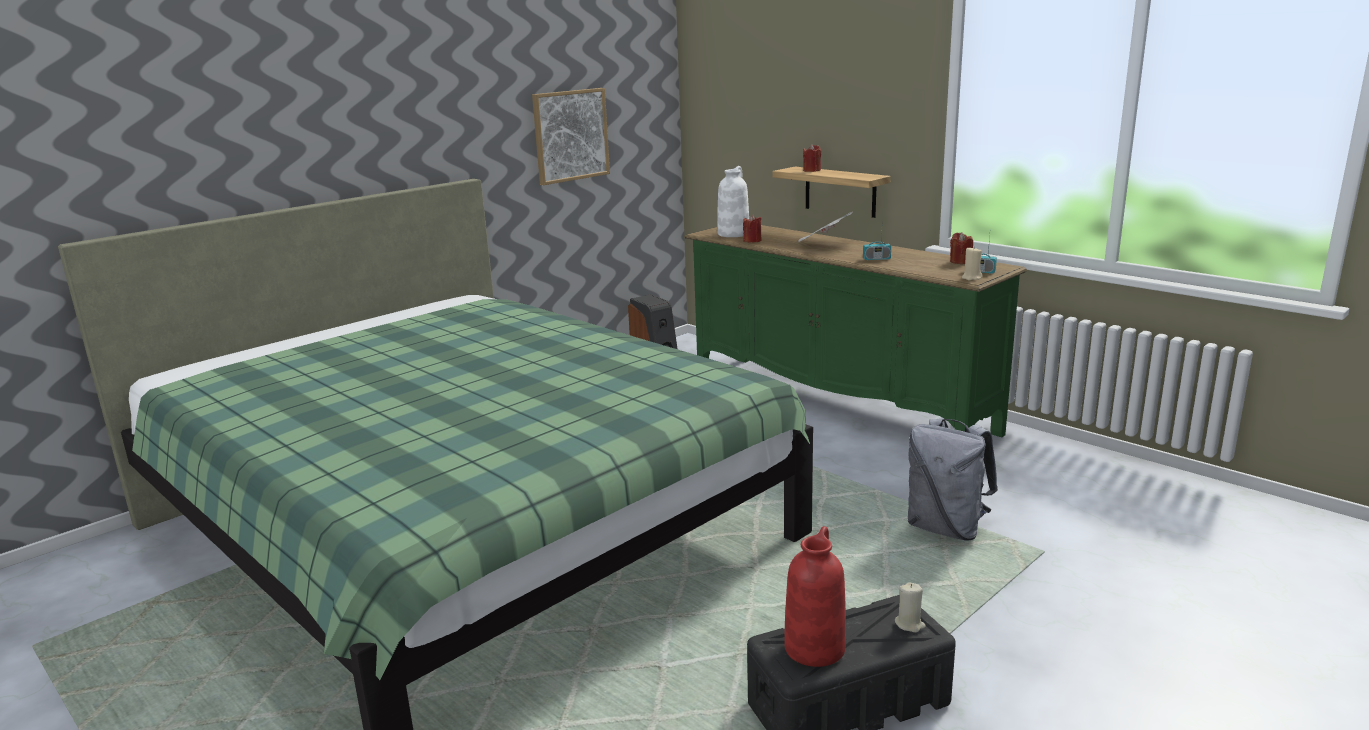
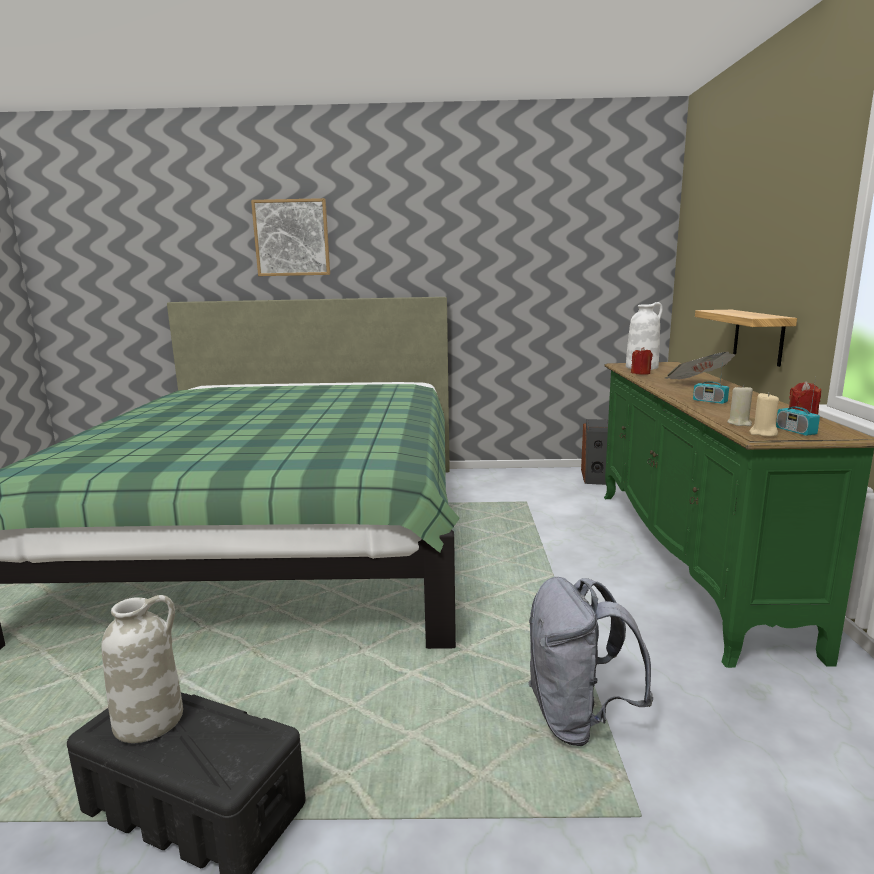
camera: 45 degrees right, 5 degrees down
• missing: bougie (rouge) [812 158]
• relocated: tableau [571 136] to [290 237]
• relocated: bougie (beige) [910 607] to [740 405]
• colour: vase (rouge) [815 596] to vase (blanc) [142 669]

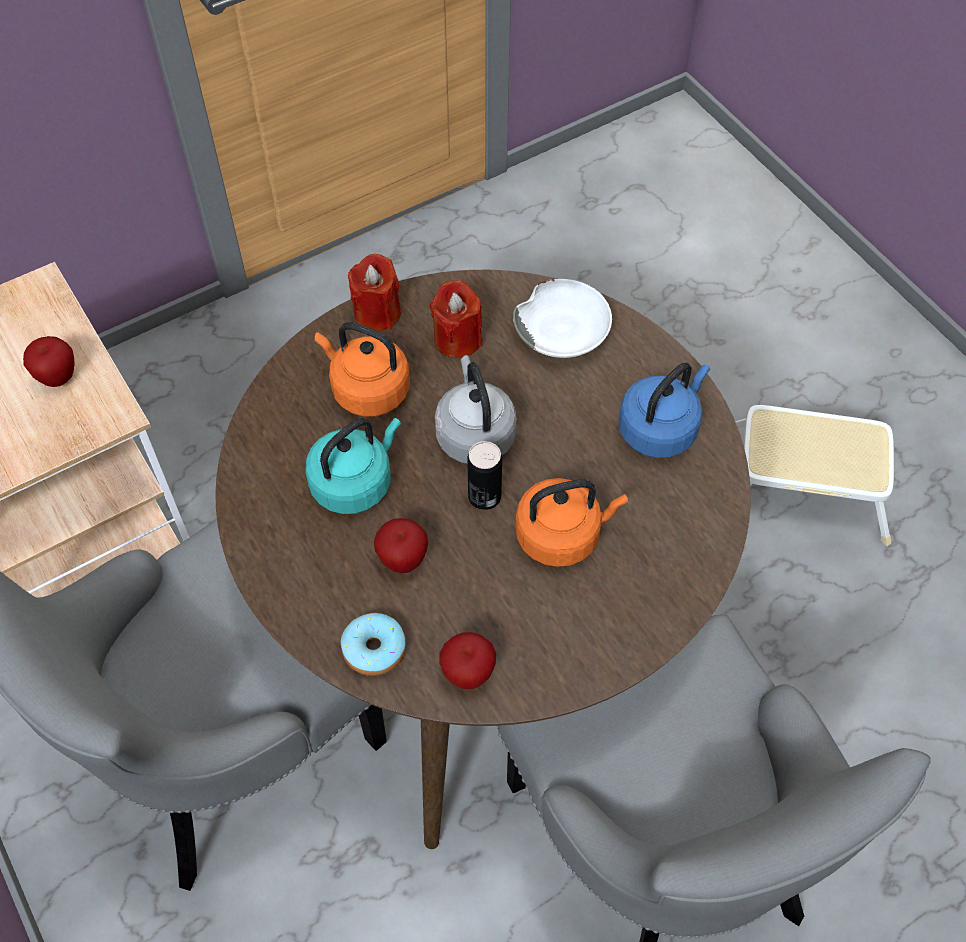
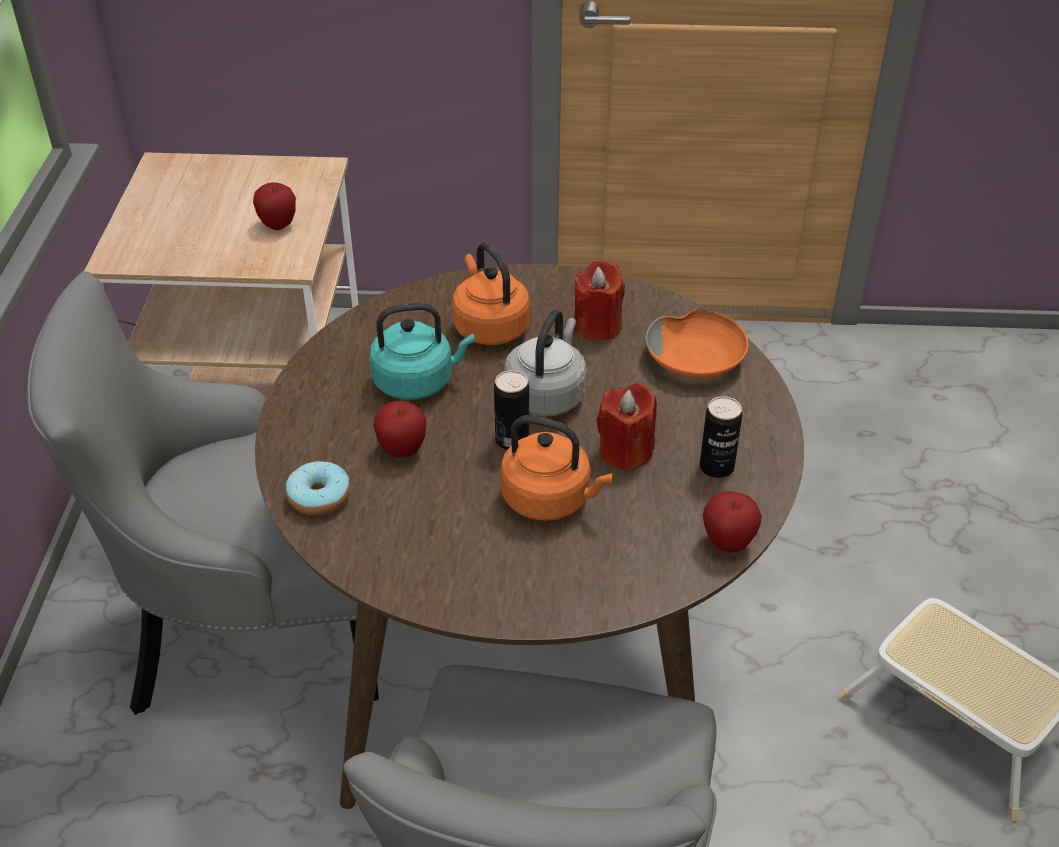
camera: 35 degrees right, 15 degrees down
• relocated: bougie (rouge) [374 292] to [627 427]
• relocated: pomme [467 660] to [732 522]
• exchanged: bouilloire (bleu) [664 410] to boîte métallique [721 437]
• colour: bol (blanc) [562 318] to bol (orange) [697 343]

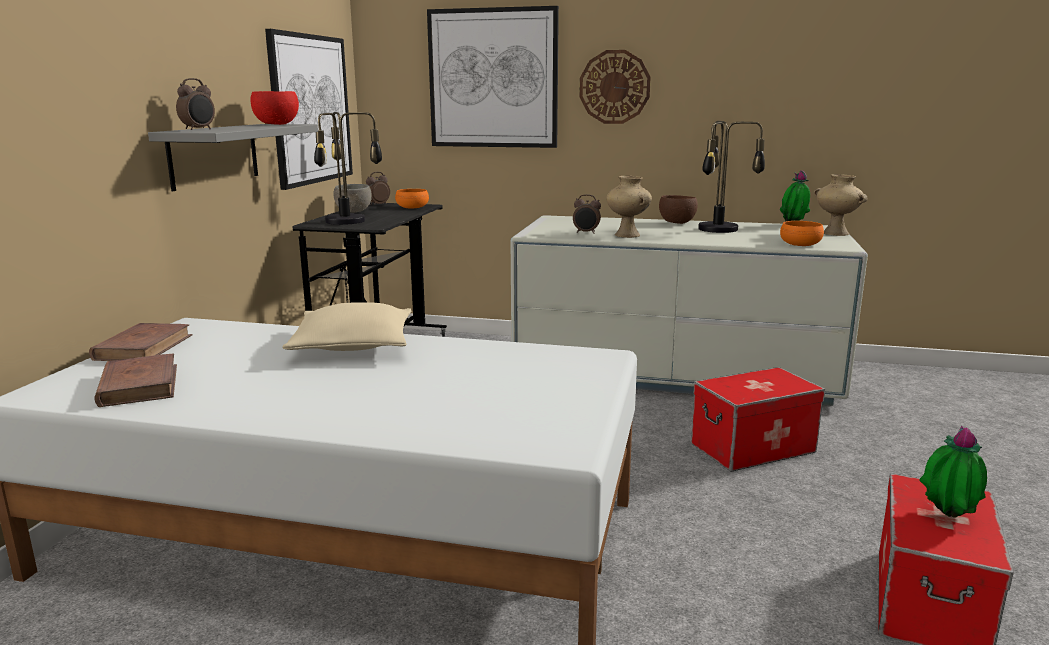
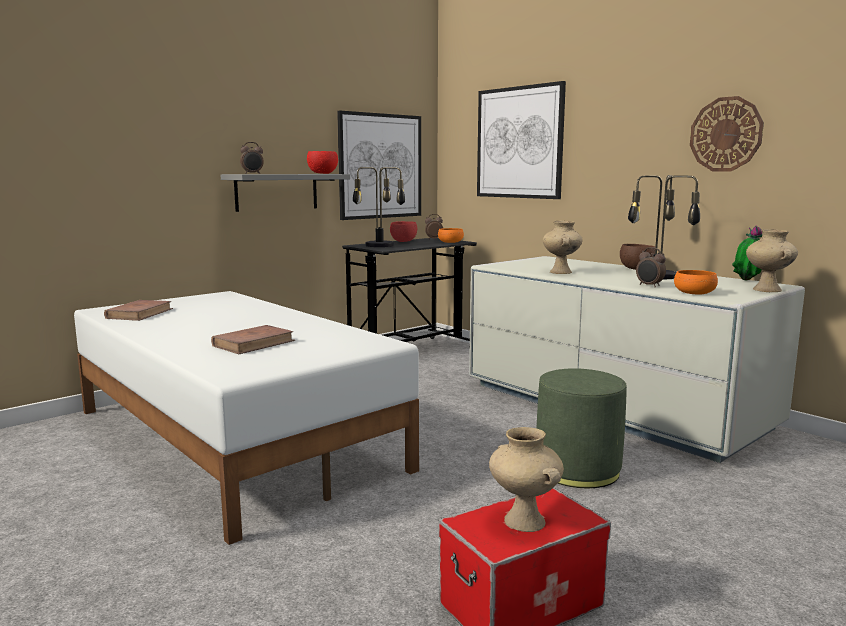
camera: 35 degrees right, 5 degrees down
• missing: coussin (beige) [346 326]
• relocated: livre (marron) [141 342] to [253 339]
• relocated: réveil [587 214] to [651 267]
• relocated: horloge murale [615 87] to [727 133]
• exchanged: boîte de rangement [758 419] to pouf (vert) [582 428]
• exchanged: plante en pot [953 472] to vase (beige) [526 479]
• colour: bol (gris) [352 198] to bol (rouge) [403 231]

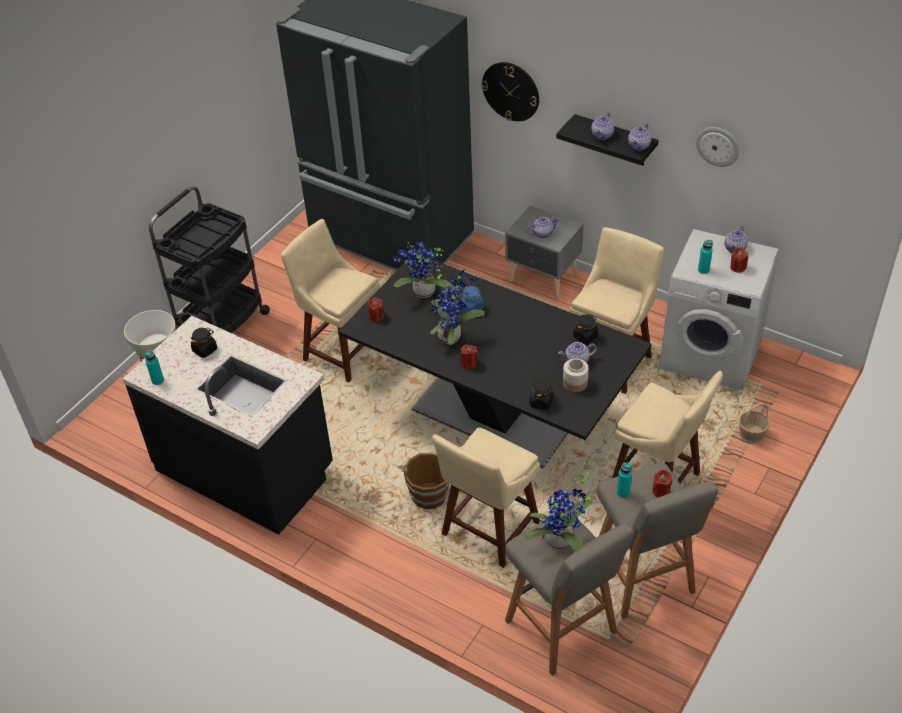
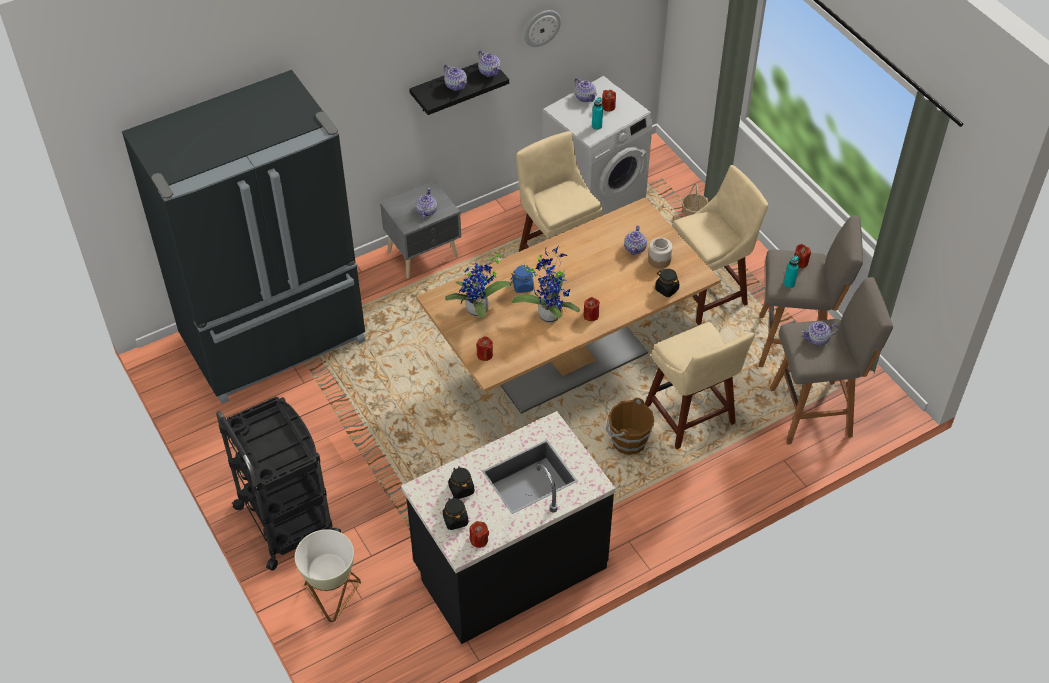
camera: 65 degrees left, 5 degrees up
• missing: chaise (beige) [330 300]
• missing: horloge murale [510 91]
• relocated: bocal (noir) [585 329] to [456 513]
• exchanged: bouteille (turquoise) [154 367] to bougie (rouge) [479 534]
• exchanged: plante en pot [558 510] to théière [819 333]
• colour: table à manger (noir) [495 363] to table à manger (beige) [568 306]

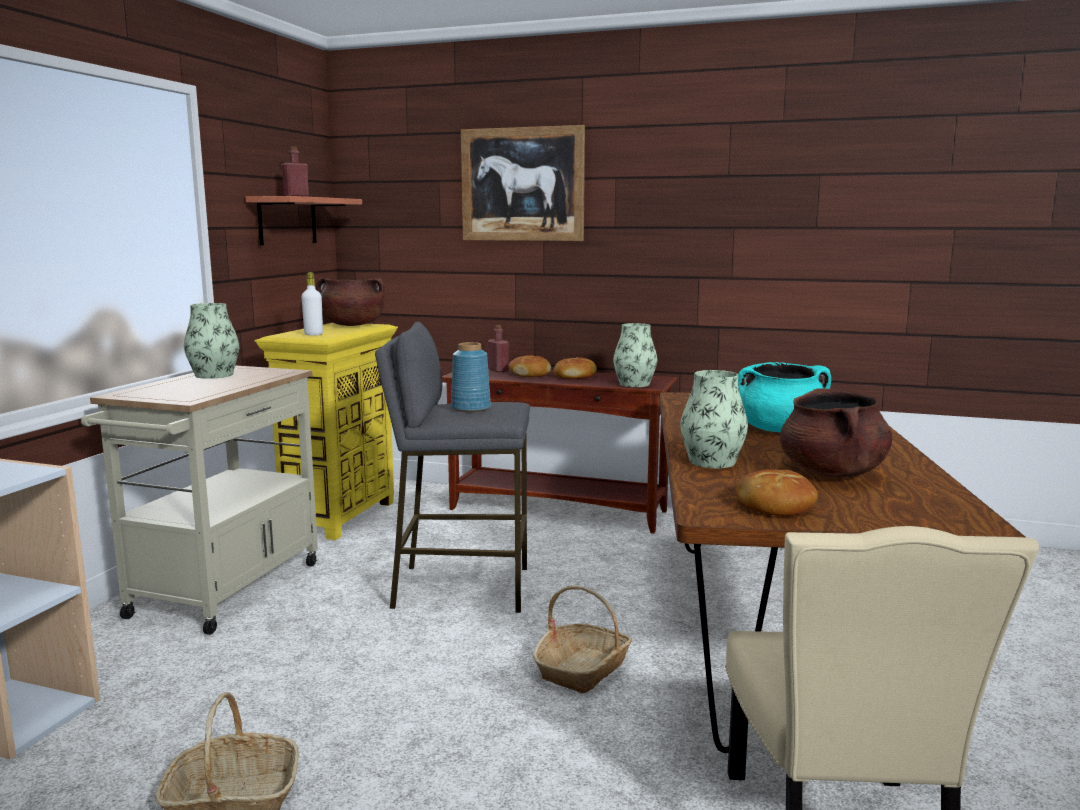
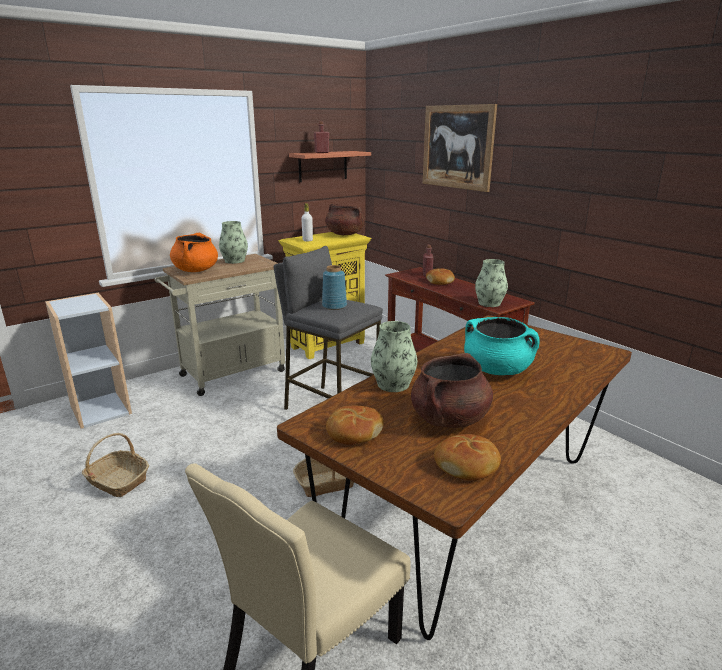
camera: 35 degrees right, 10 degrees up
• appeared: marmite (orange) [194 252]
• relocated: pain [575 368] to [467 457]

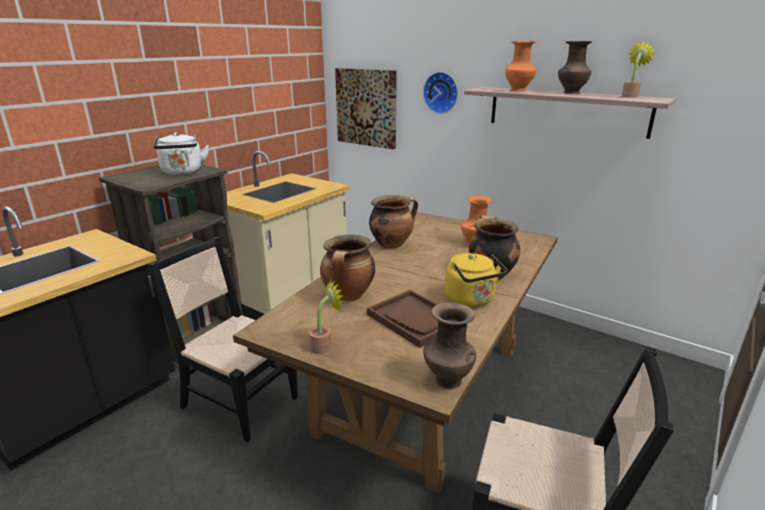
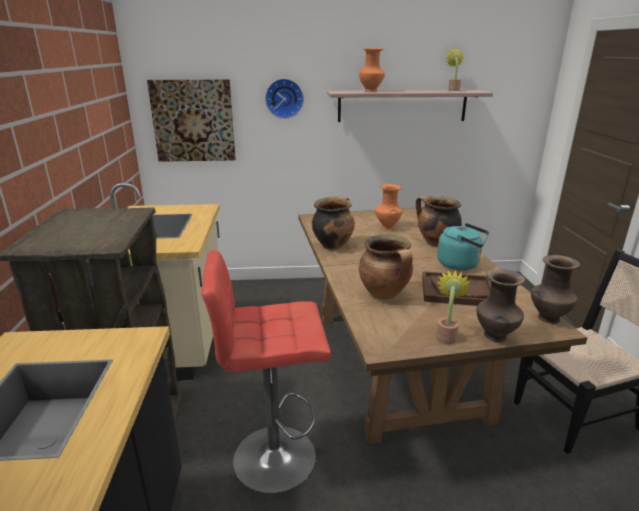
camera: 40 degrees left, 0 degrees up
• missing: bouilloire (blanc) [181 153]
• relocated: vase (marron) [575 67] to [500 305]
• exchanged: chaise [223 339] to tabouret (rouge) [266 371]
• colour: bouilloire (jaune) [476 280] to bouilloire (turquoise) [463 246]

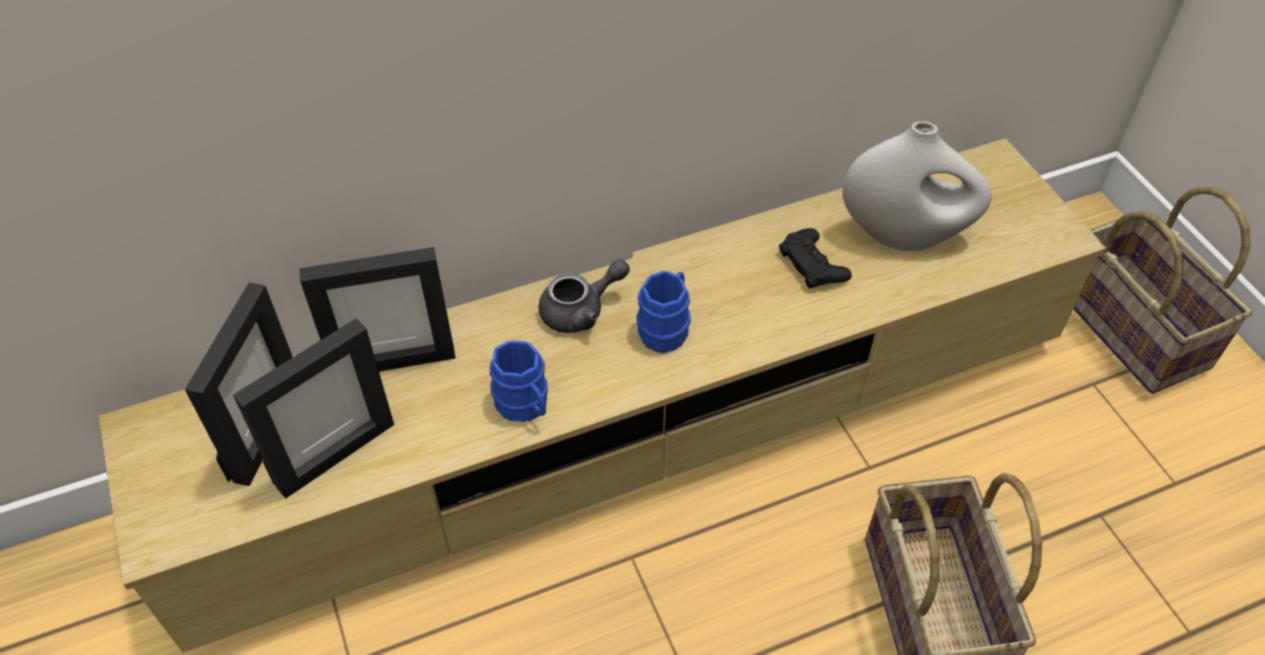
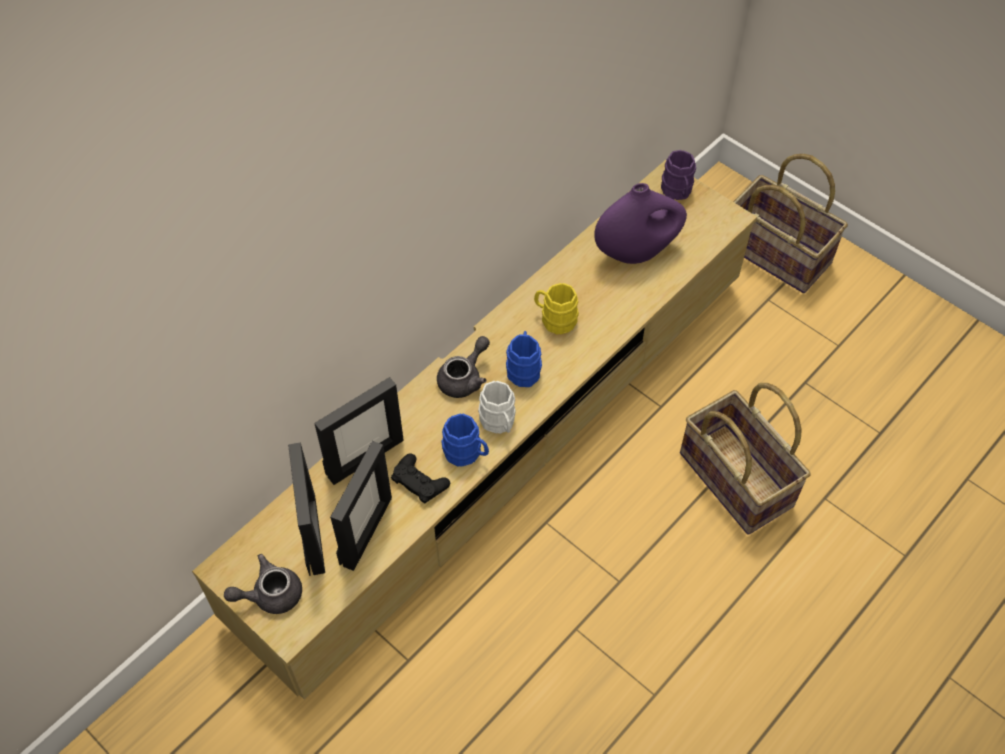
camera: 25 degrees left, 5 degrees up
• appeared: théière (gris) [263 584]
• appeared: mug (blanc) [497 407]
• appeared: mug (jaune) [556 309]
• appeared: mug (violet) [678 175]
• relocated: manette (noir) [815 258] to [420 478]
• colour: vase (blanc) [917 186] to vase (violet) [640 223]

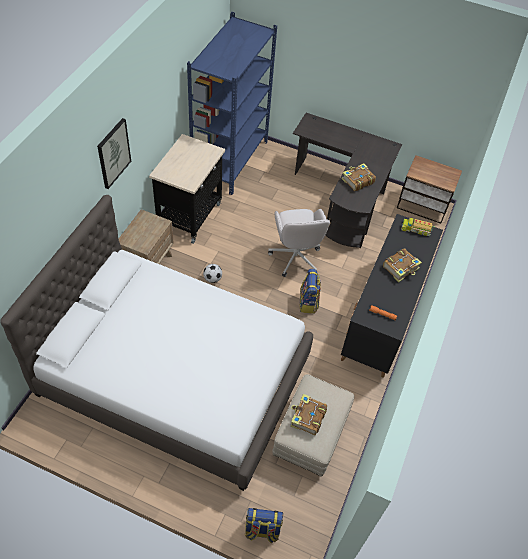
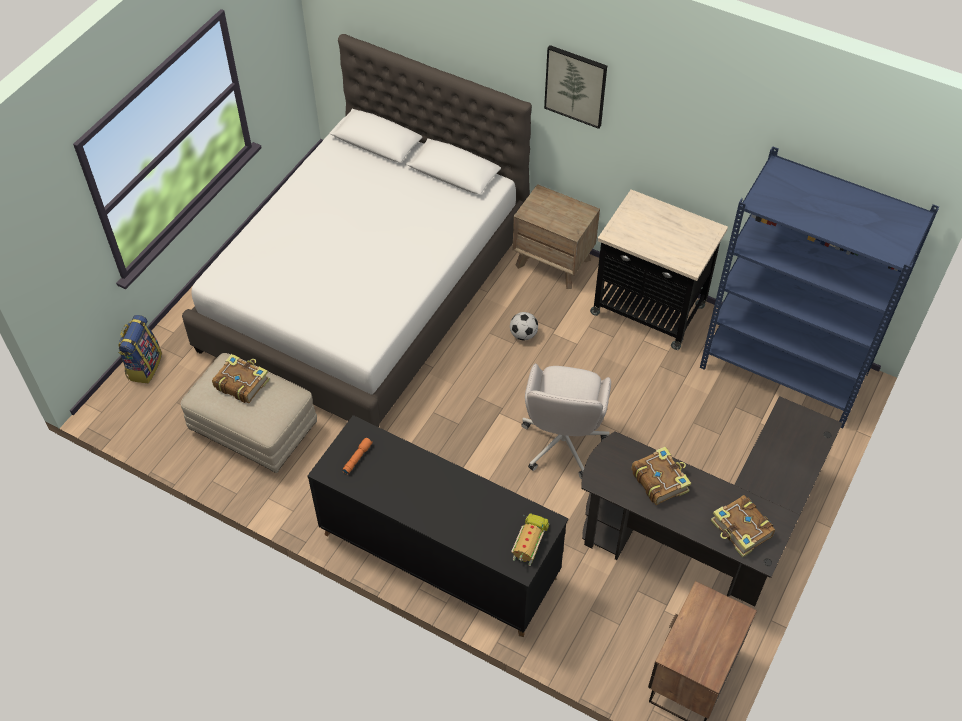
camera: 100 degrees right, 0 degrees up
• missing: sac à dos [310 291]
• relocated: livre [402 265] to [743 526]
• spun: chaise de bureau (blanc) [299 243] = [566 421] 75 degrees counterclockwise

